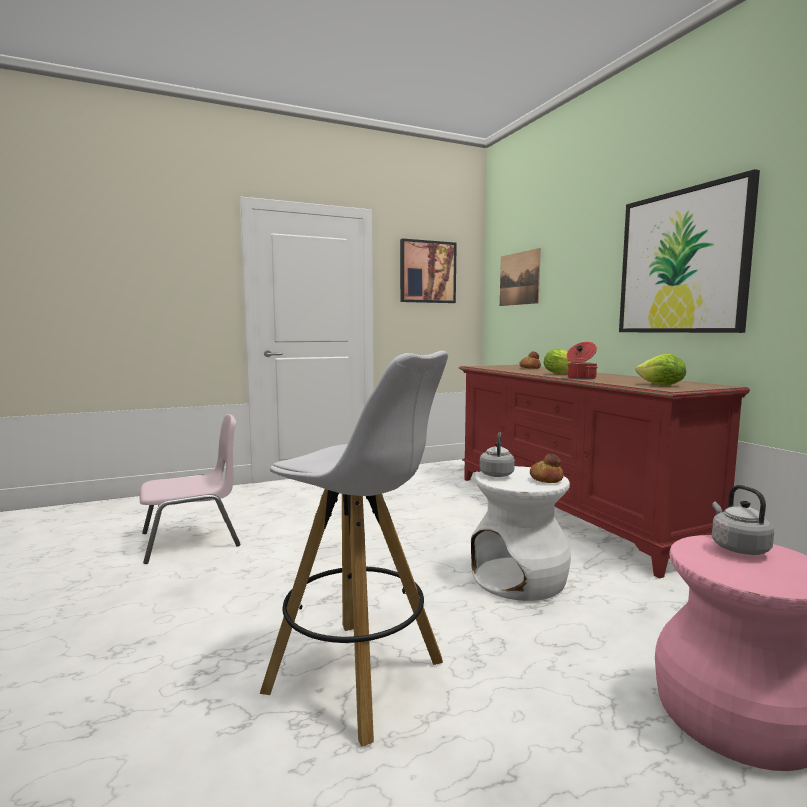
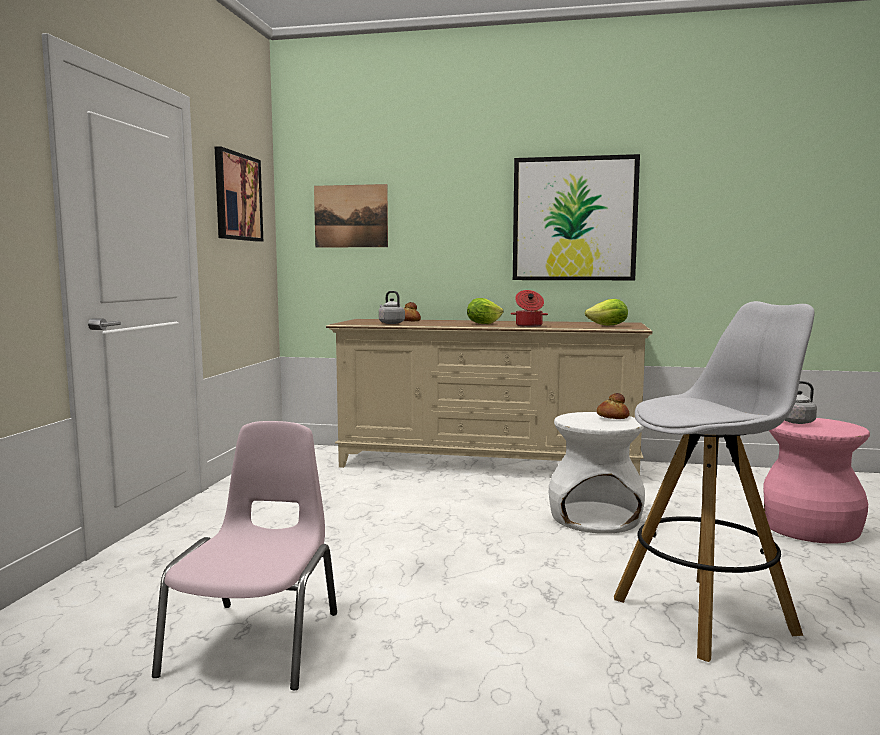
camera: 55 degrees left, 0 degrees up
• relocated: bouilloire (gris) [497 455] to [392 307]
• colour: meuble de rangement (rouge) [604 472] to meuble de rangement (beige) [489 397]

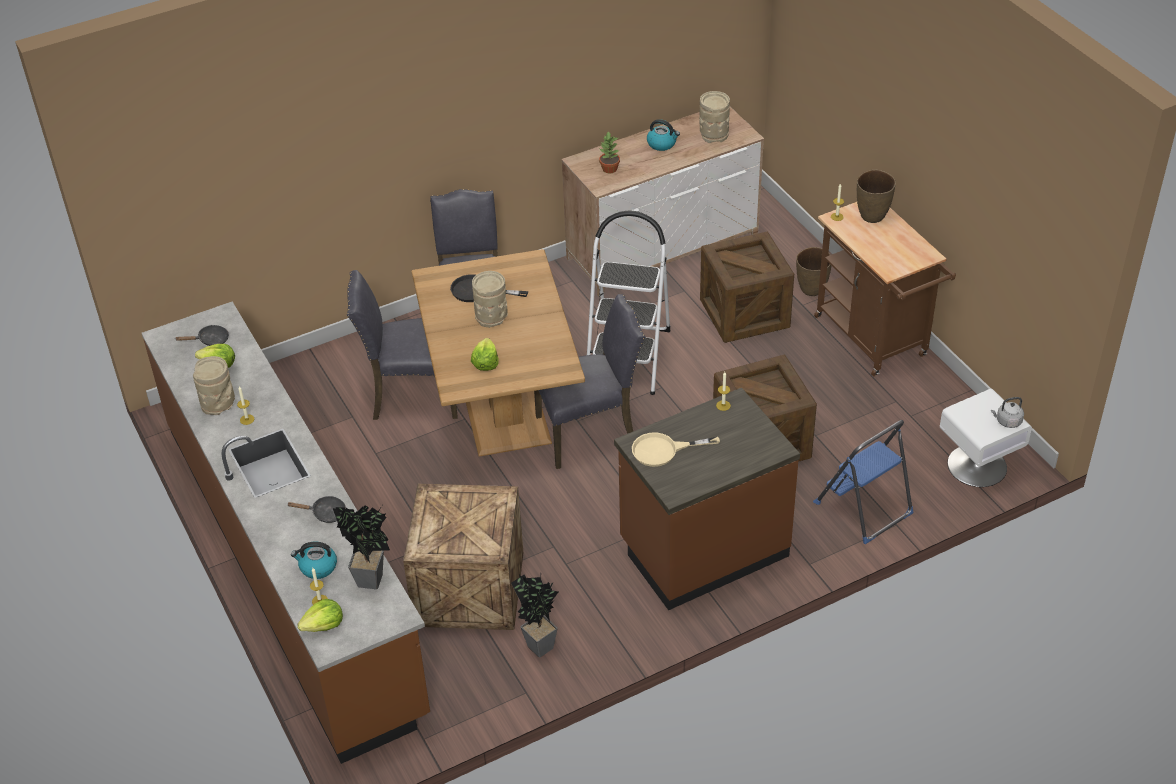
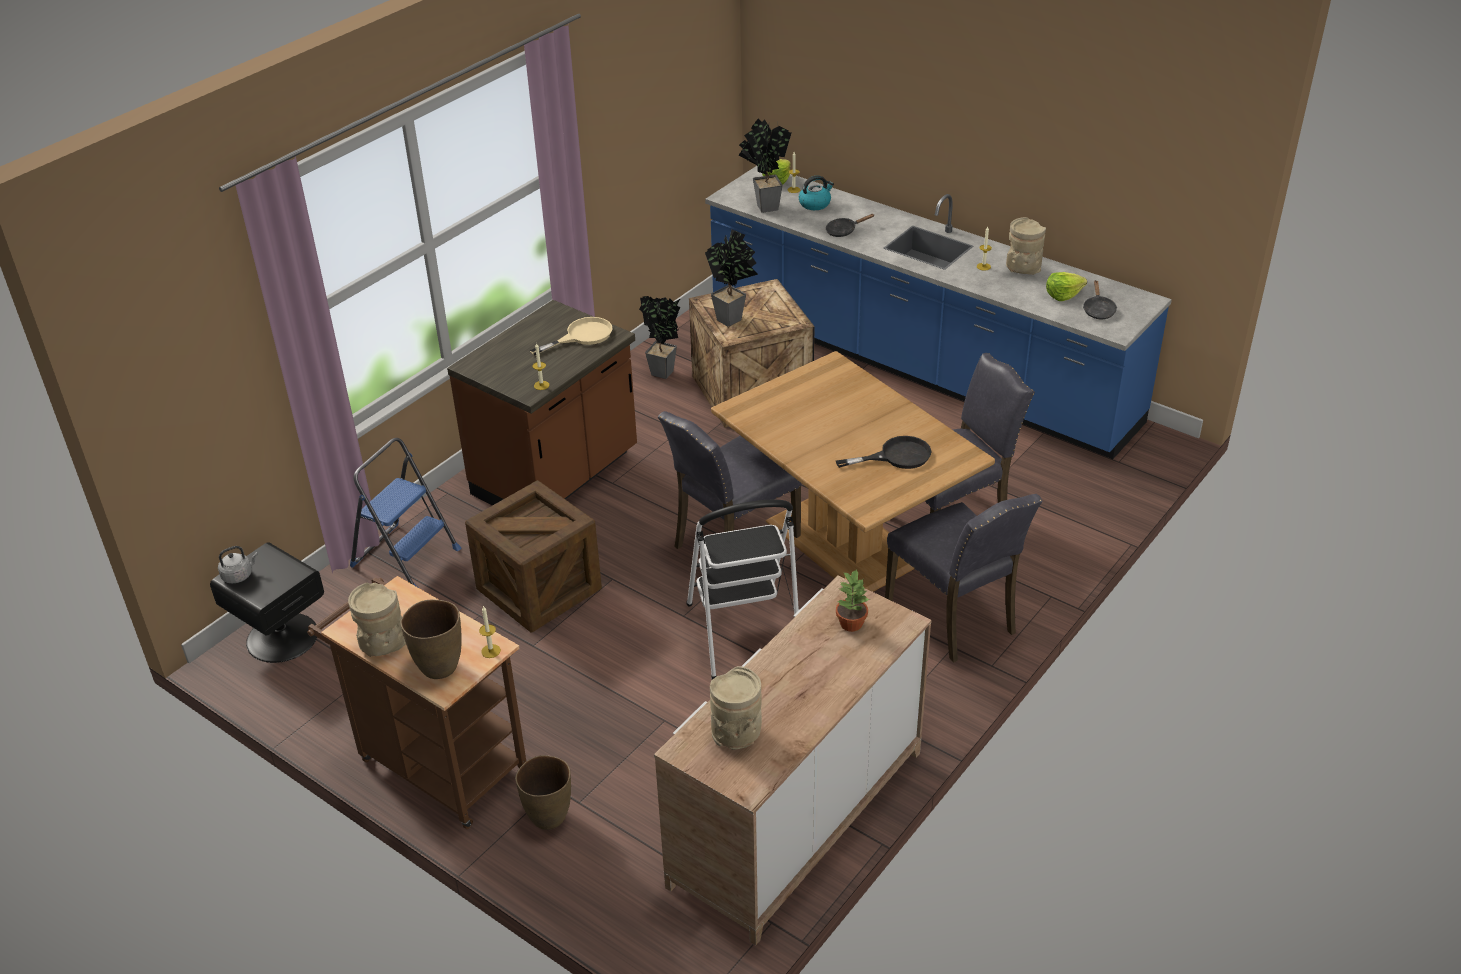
camera: 155 degrees right, 5 degrees down
• missing: laitue [485 354]
• missing: bouilloire [663 135]
• missing: caisse [747 287]
• appeared: plante en pot [731 278]
• relocated: vase (beige) [490 299] to [377 620]
• colour: comptoir de cuisine (marron) [286 533] to comptoir de cuisine (bleu) [938 312]
• colour: table de chevet (blanc) [986 438] to table de chevet (noir) [267 602]
• spun: poêle (noir) [202 335] = [1100 299] 45 degrees counterclockwise

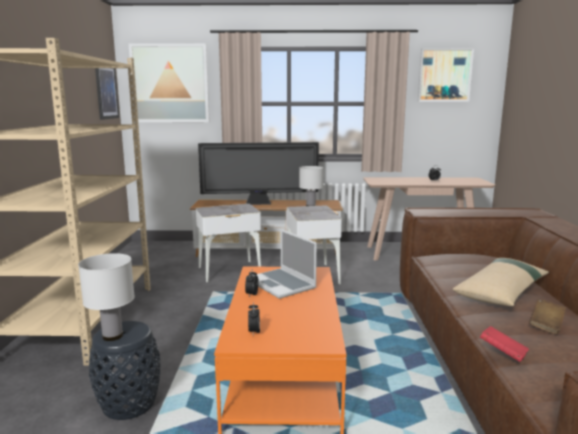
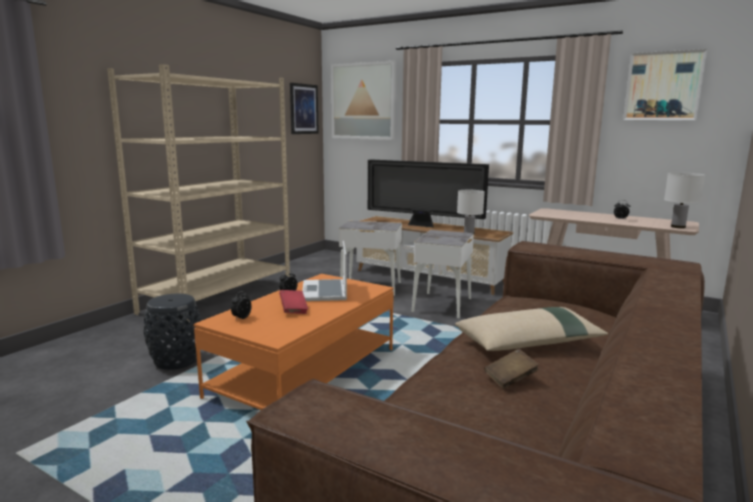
camera: 30 degrees right, 0 degrees up
• relocated: lampe de table (blanc) [106 297] to [684 200]
• relocated: livre (rouge) [504 344] to [293 302]

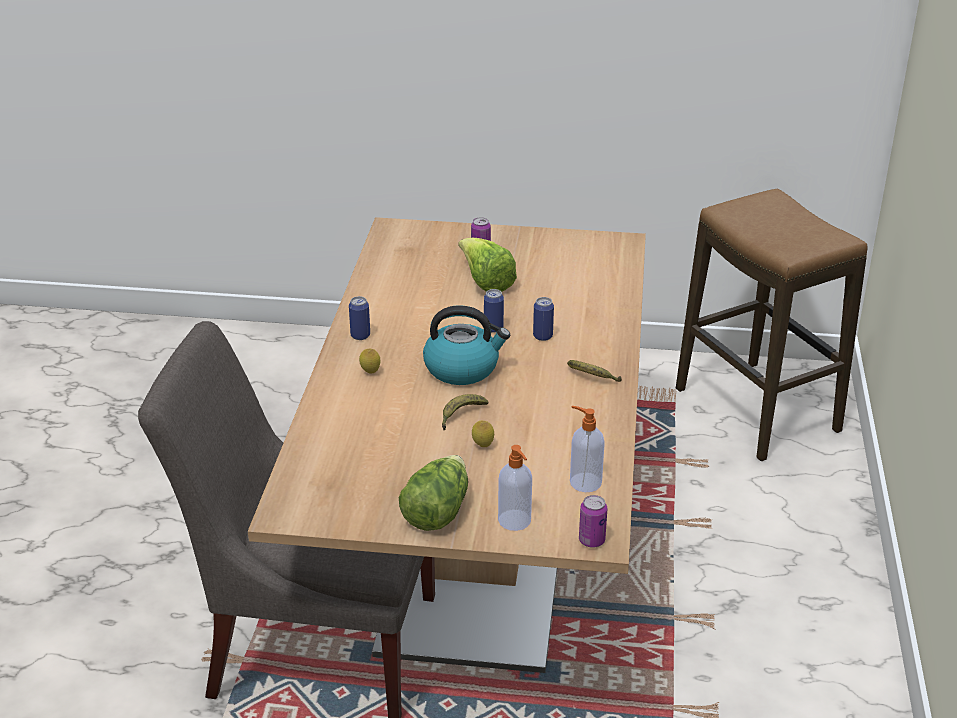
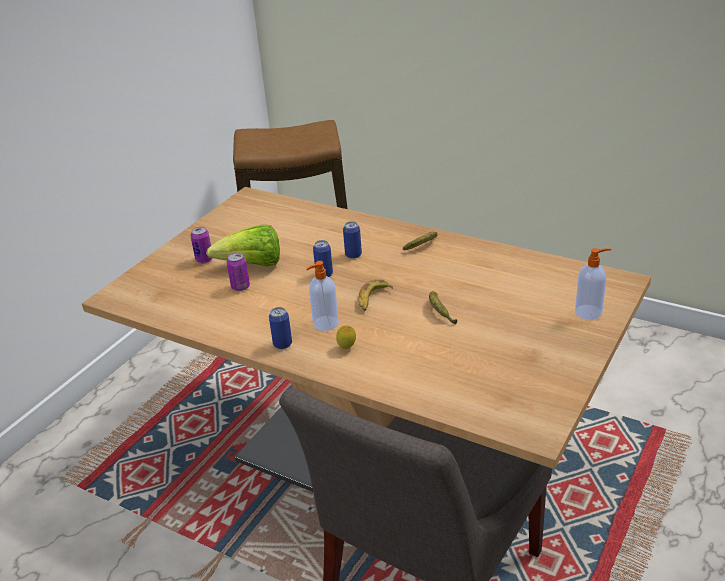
camera: 65 degrees left, 0 degrees up
• missing: laitue [433 493]
• missing: citron [483 434]
• relocated: distributeur de savon [587 449] to [322 296]
• relocated: boîte métallique [593 521] to [238 272]
• exchanged: bouilloire [466 345] to banane [375 295]

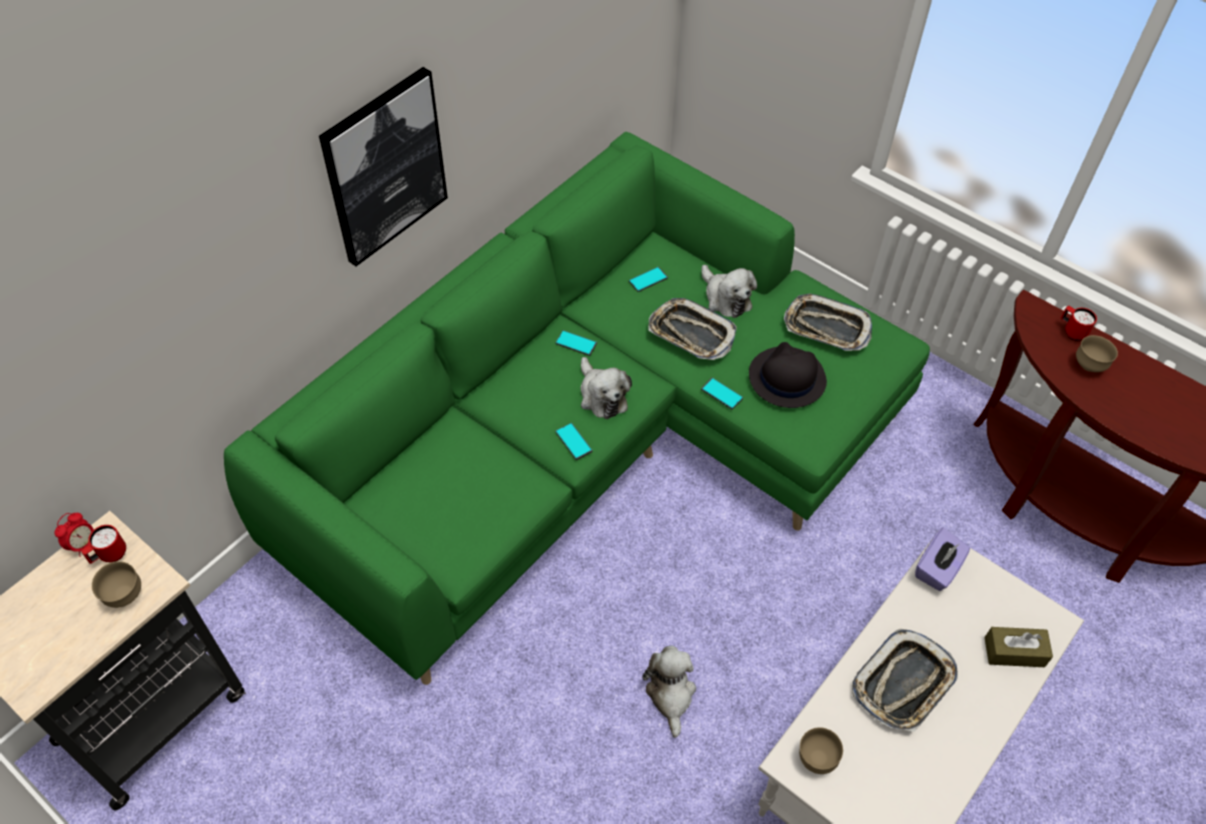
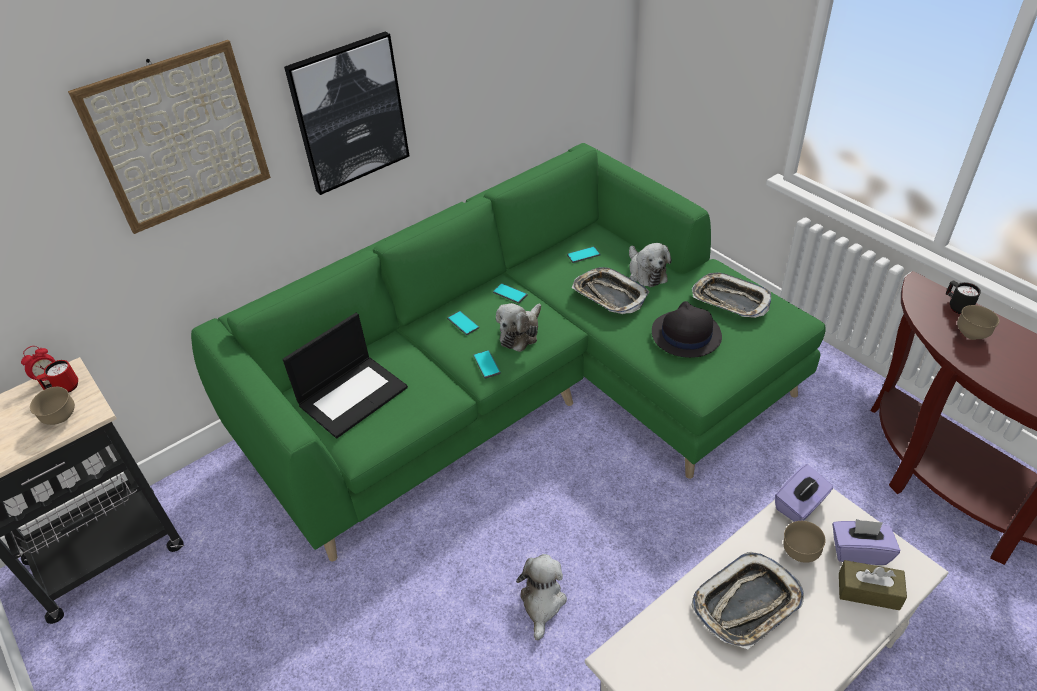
camera: 15 degrees right, 10 degrees down
• appeared: tableau [169 137]
• appeared: ordinateur portable [345 376]
• appeared: boîte à mouchoirs (violet) [866 542]
• relocated: téléphone [722 394] to [463 323]
• relocated: bol (marron) [821 750] to [804 542]
• colour: mug (rouge) [1078 323] to mug (noir) [963 297]
• spun: peluche [606 388] = [518 327] 45 degrees clockwise

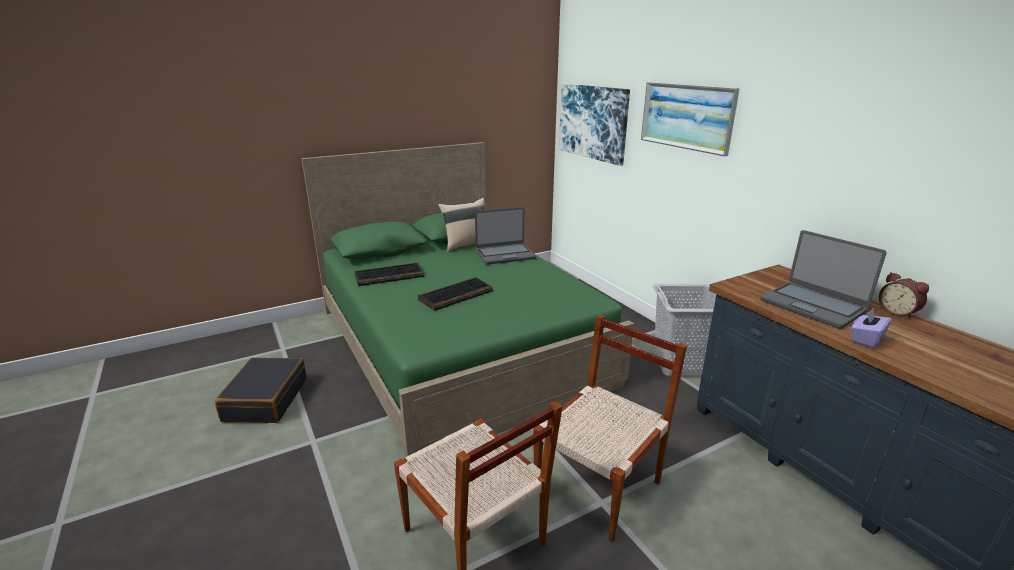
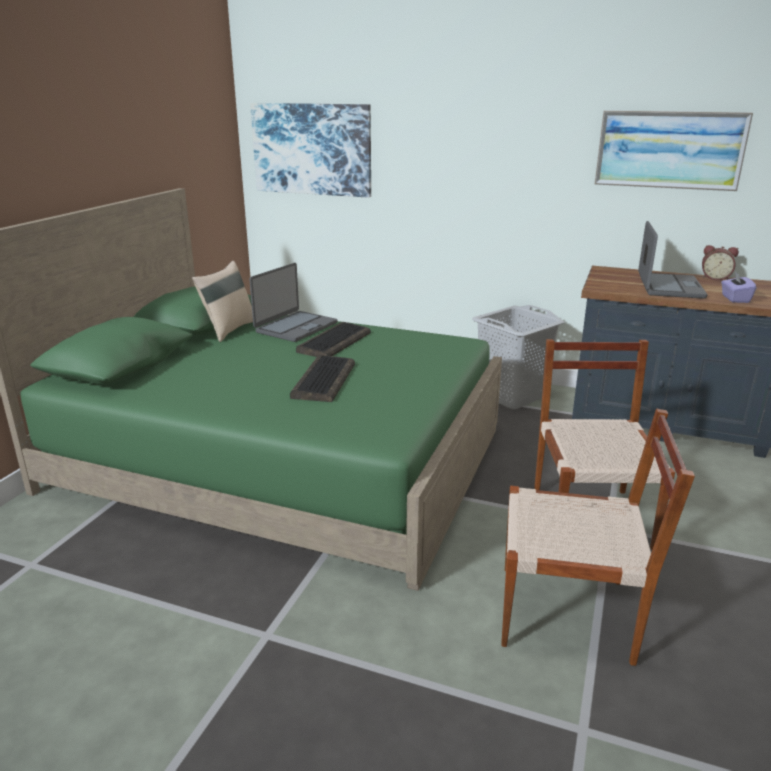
camera: 40 degrees left, 0 degrees up
• missing: valise (noir) [261 390]
• relocated: clavier [389 274] to [333 339]
• relocated: tableau [690 119] to [673 150]
• spun: ordinateur portable [823 279] = [673 260] 90 degrees counterclockwise

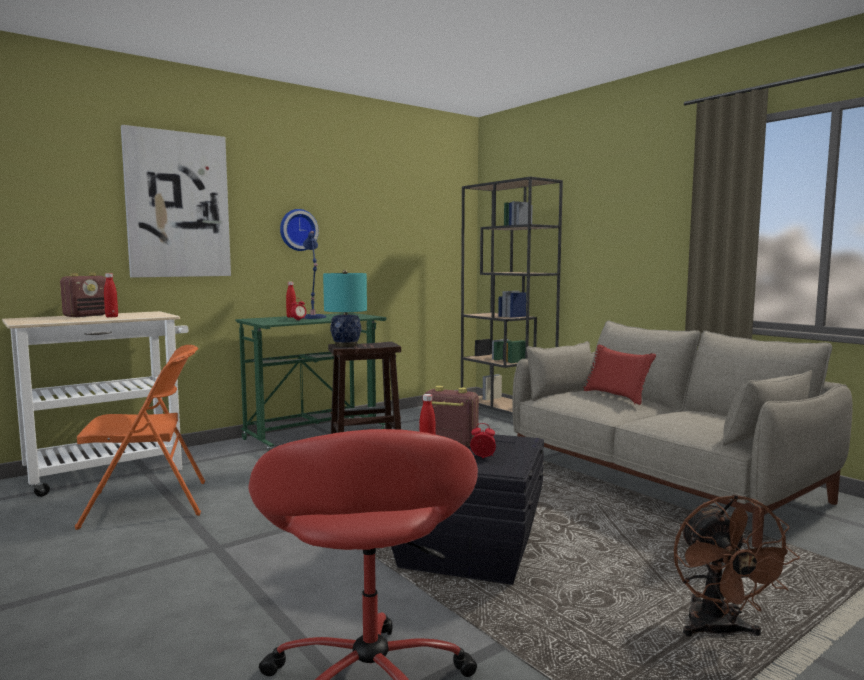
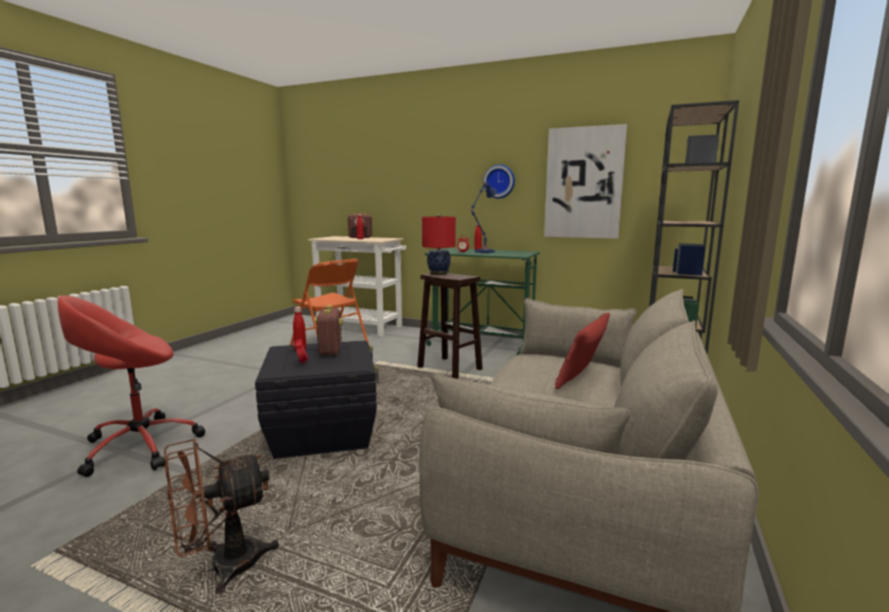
camera: 60 degrees right, 5 degrees up
• relocated: tableau [176 201] to [585 181]
• colour: lampe de table (turquoise) [345 308] to lampe de table (rouge) [439 244]

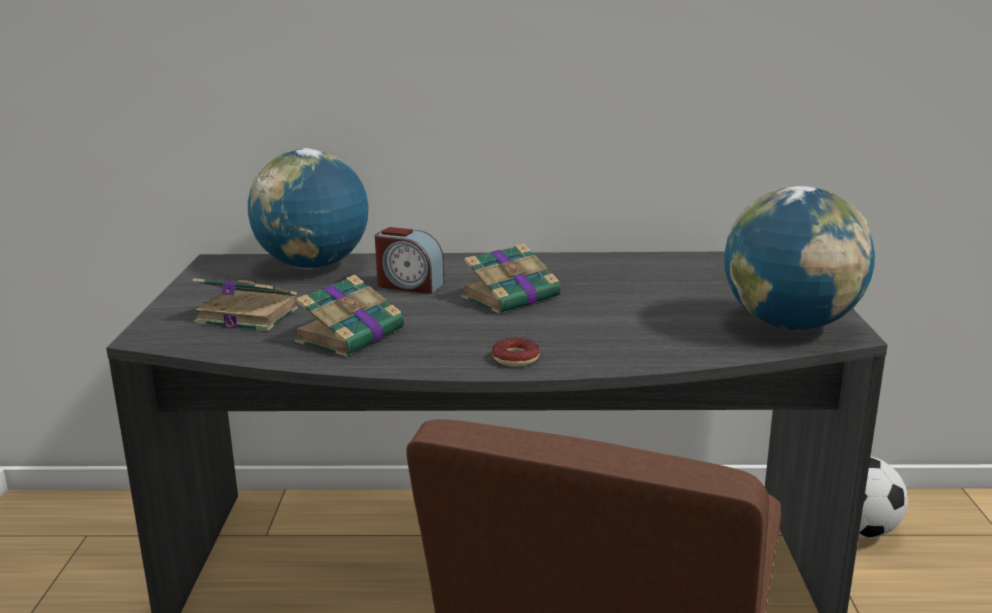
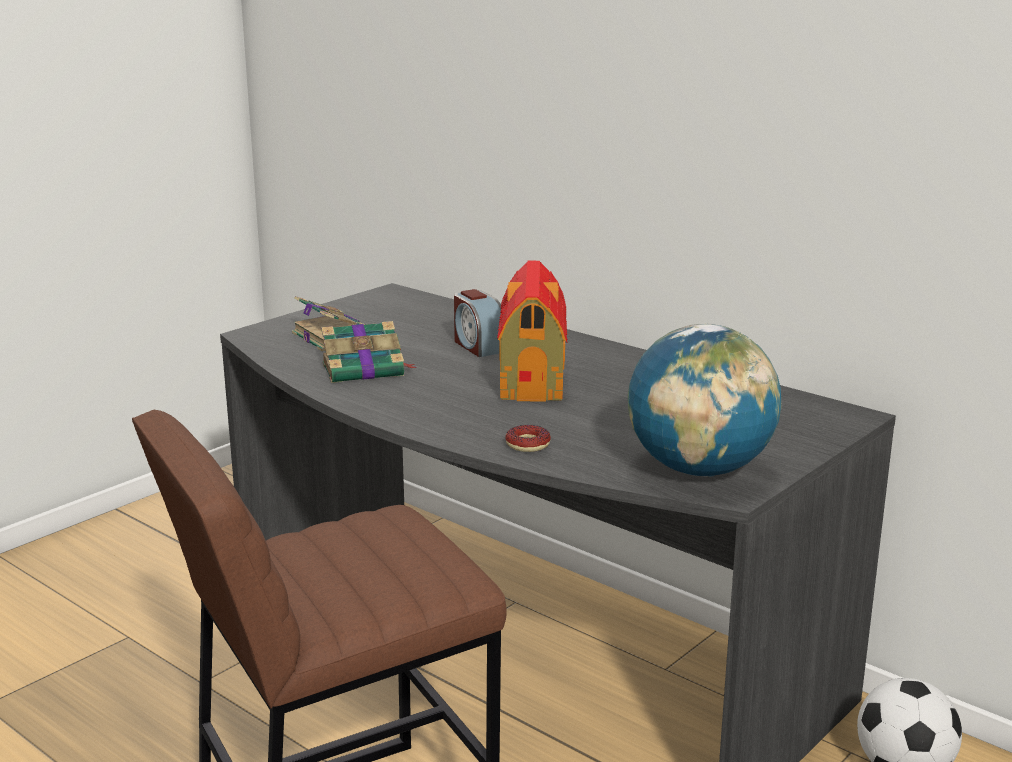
camera: 40 degrees right, 0 degrees up
• missing: globe [308 208]
• relocated: beignet [516 352] to [528 438]
• exchanged: livre [512 278] to maison miniature [532 331]

